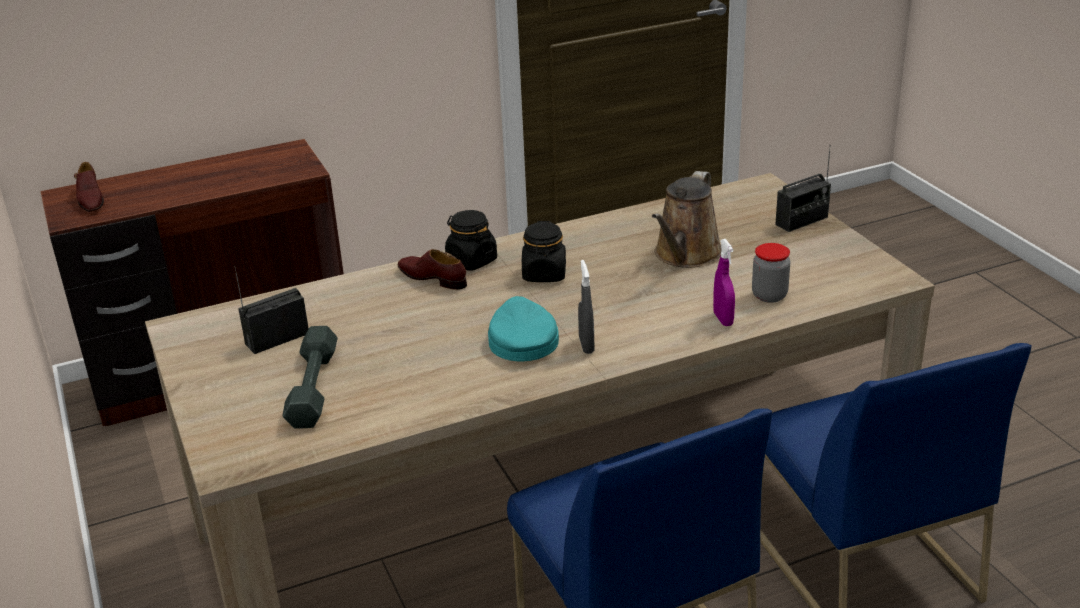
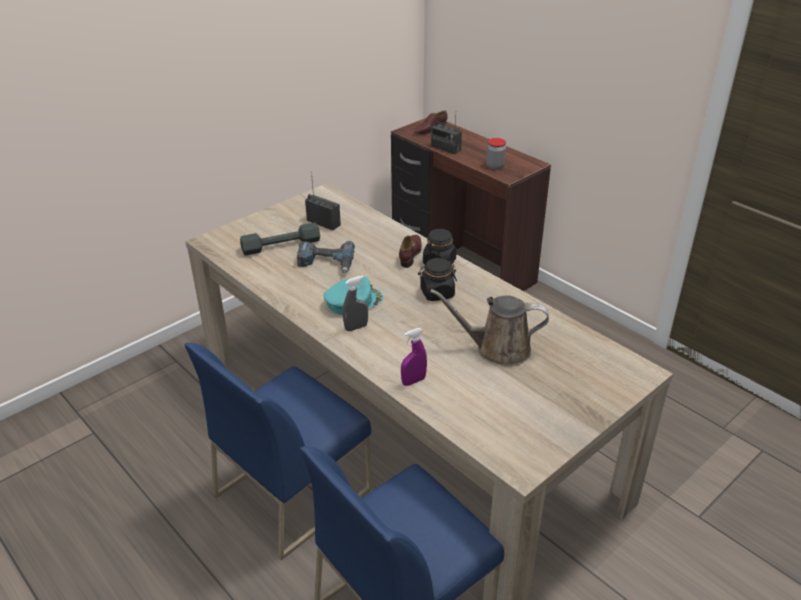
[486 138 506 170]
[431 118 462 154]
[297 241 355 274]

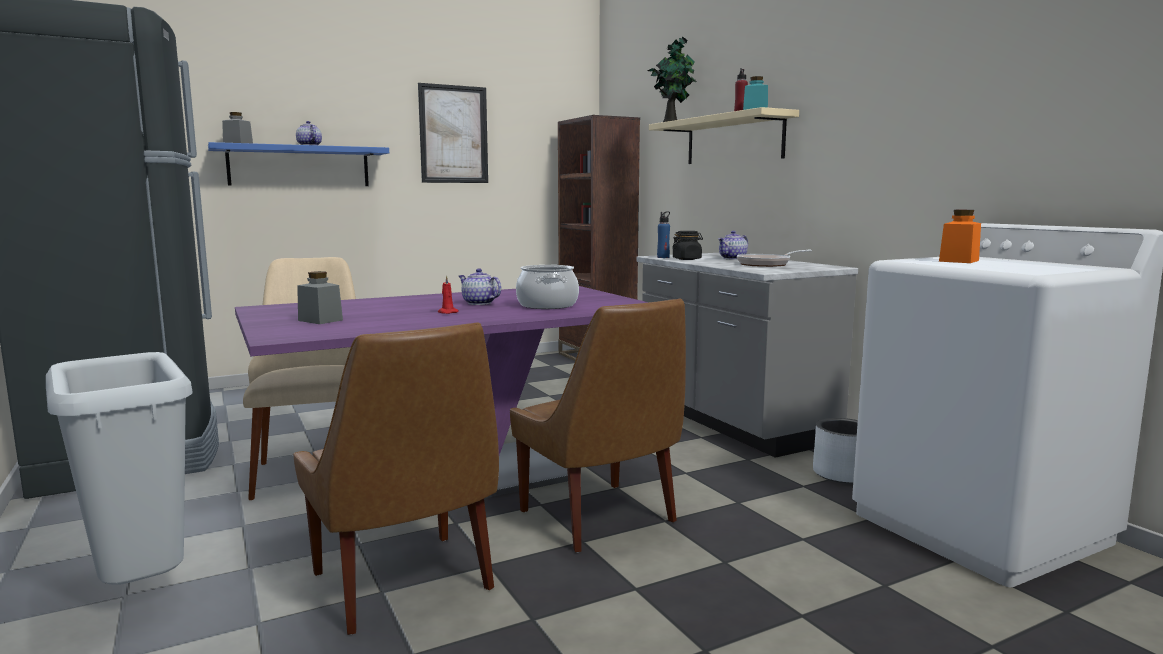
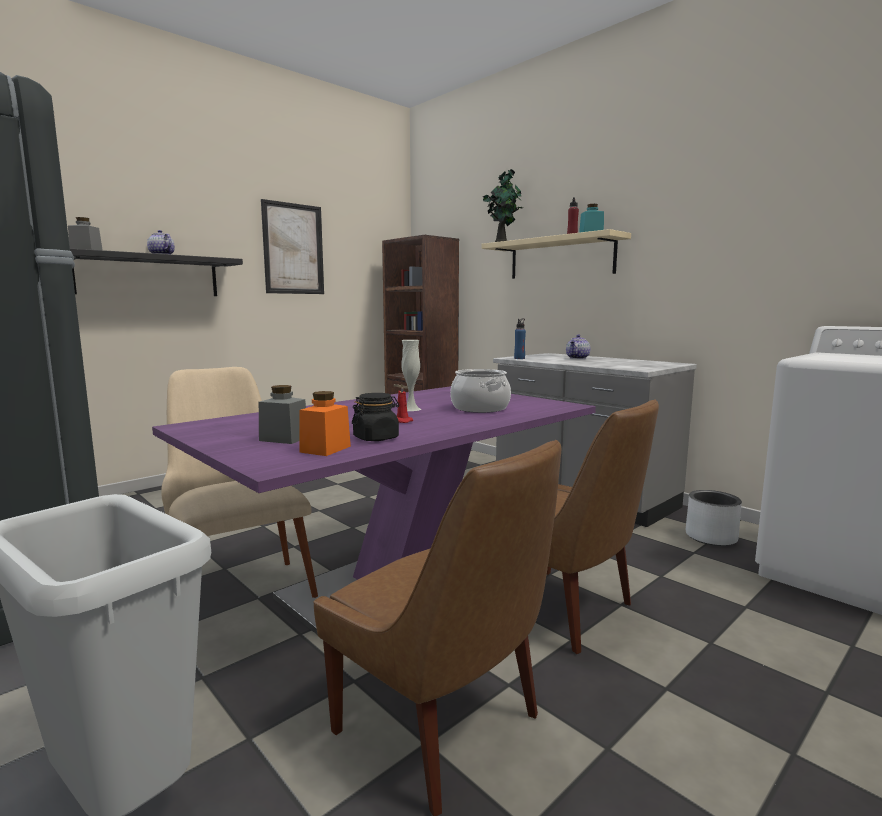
[70 248 243 296]
[401 340 421 411]
[352 393 399 441]
[737 250 812 267] (first image)
[299 391 351 456]

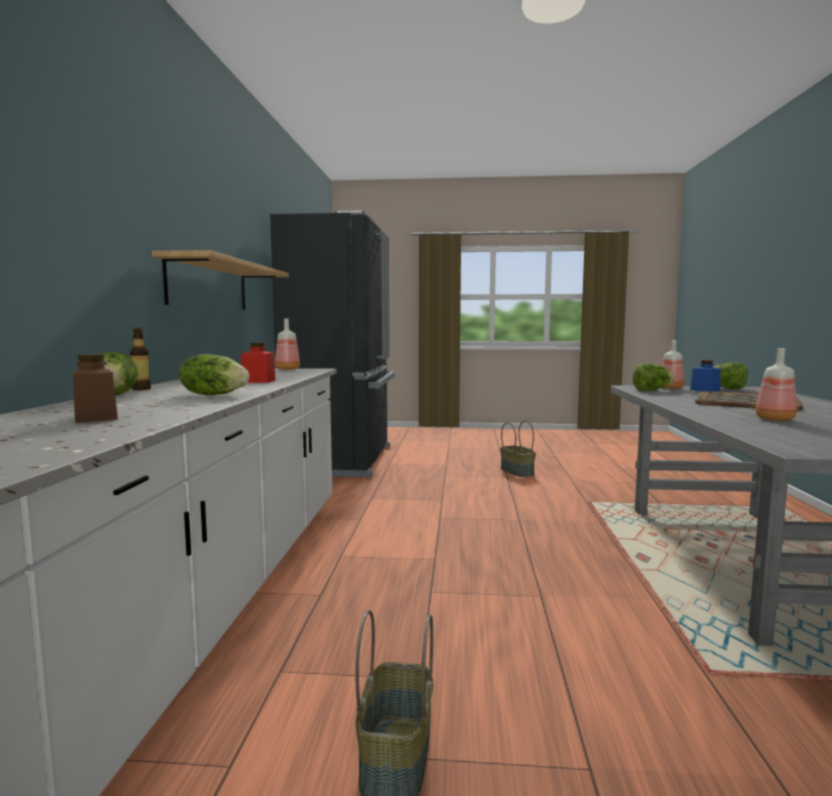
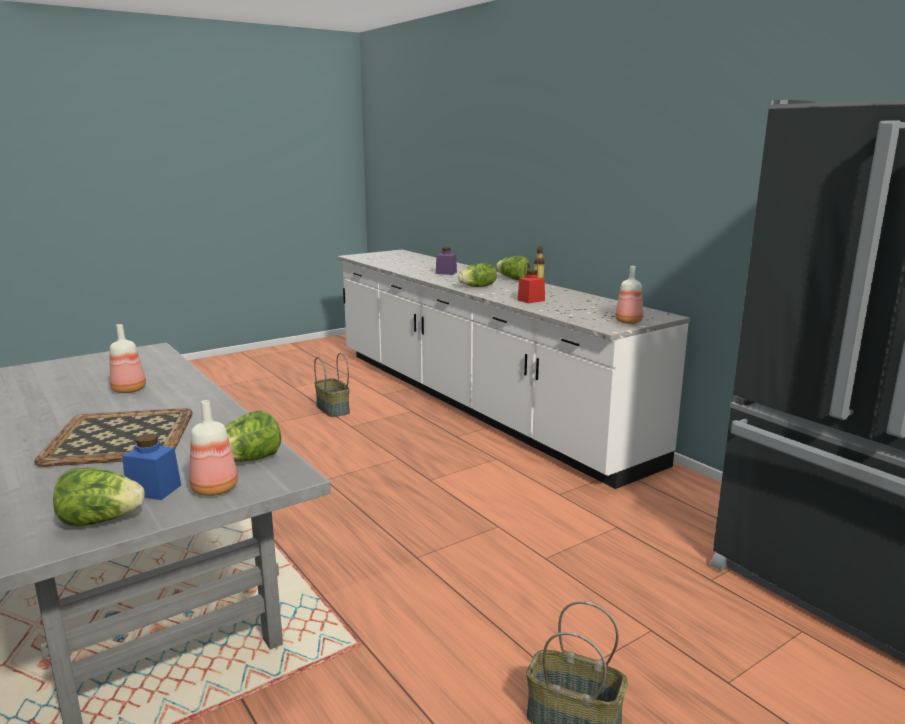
[436 247 457 275]
[152 250 289 310] (first image)

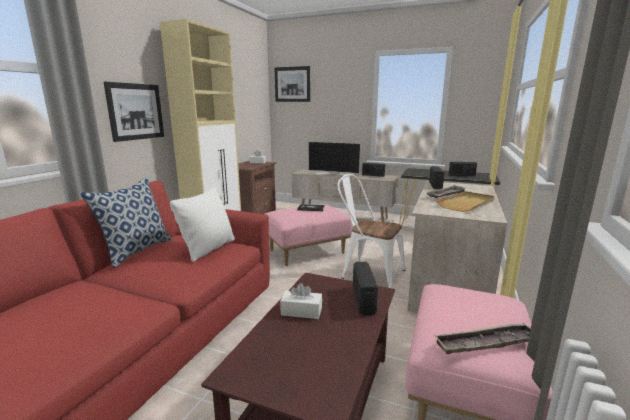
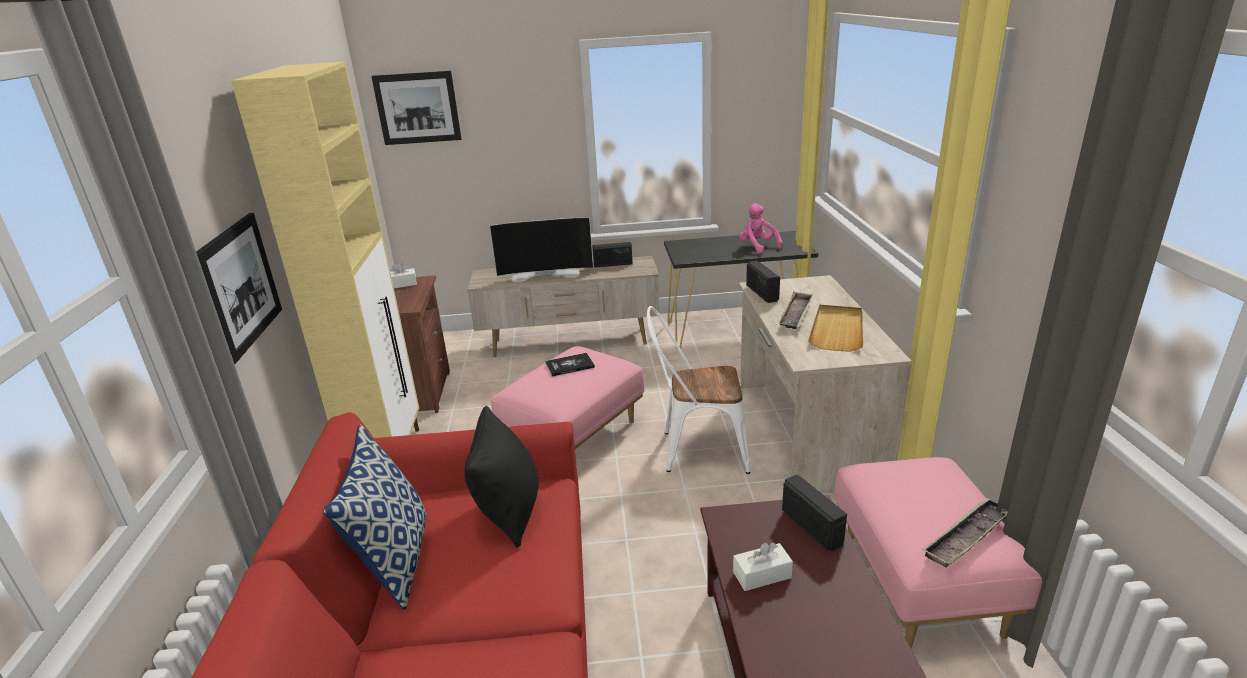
[464 406 538 548]
[739 203 783 253]

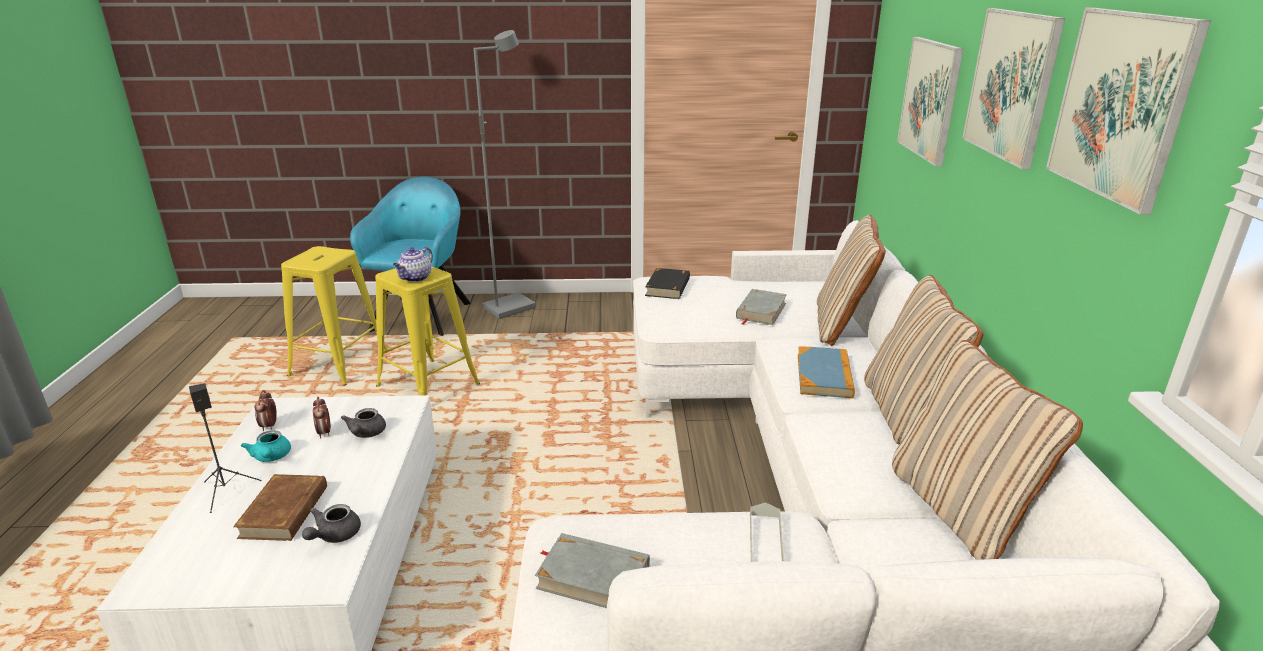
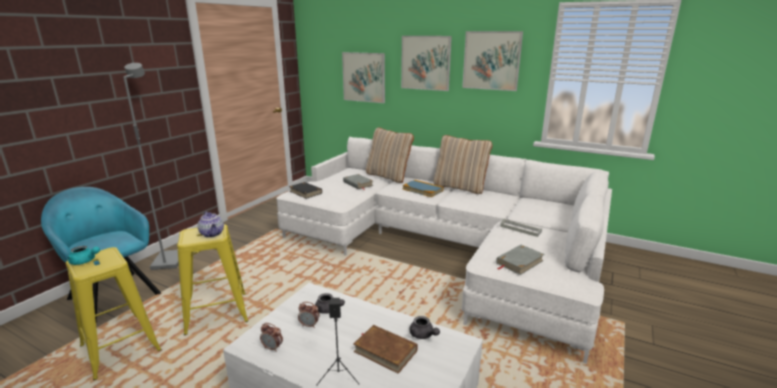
[67 246 100 265]
[892 340 1083 560] (first image)

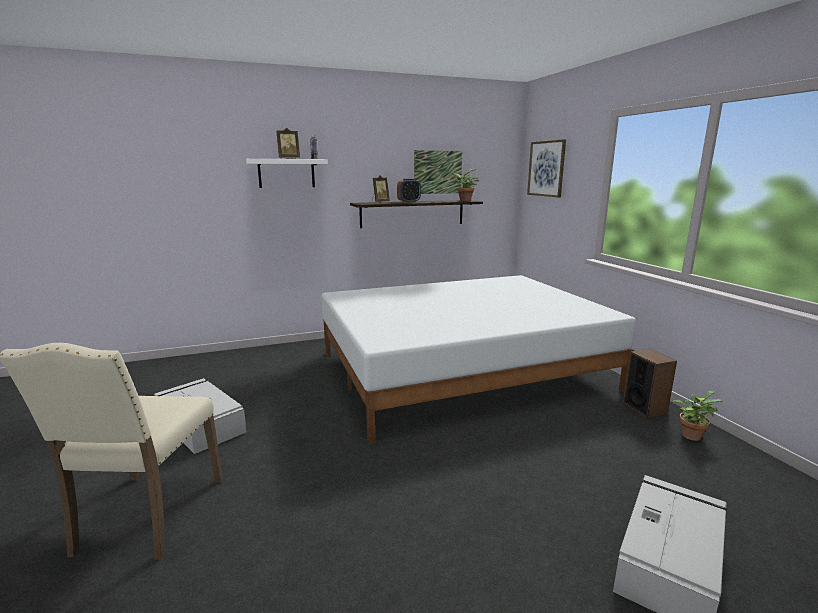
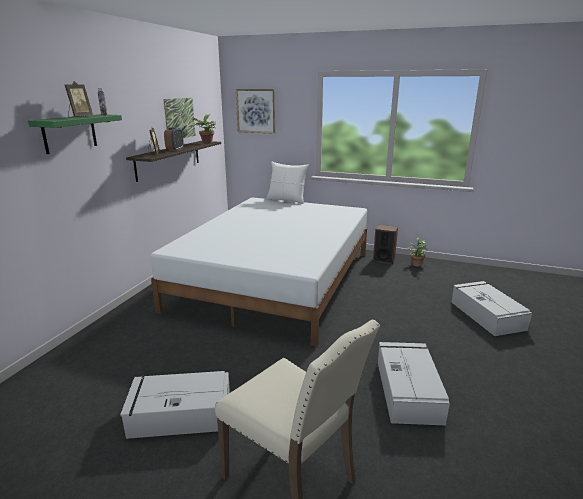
[28 114 122 154]
[266 162 309 204]
[378 342 450 426]

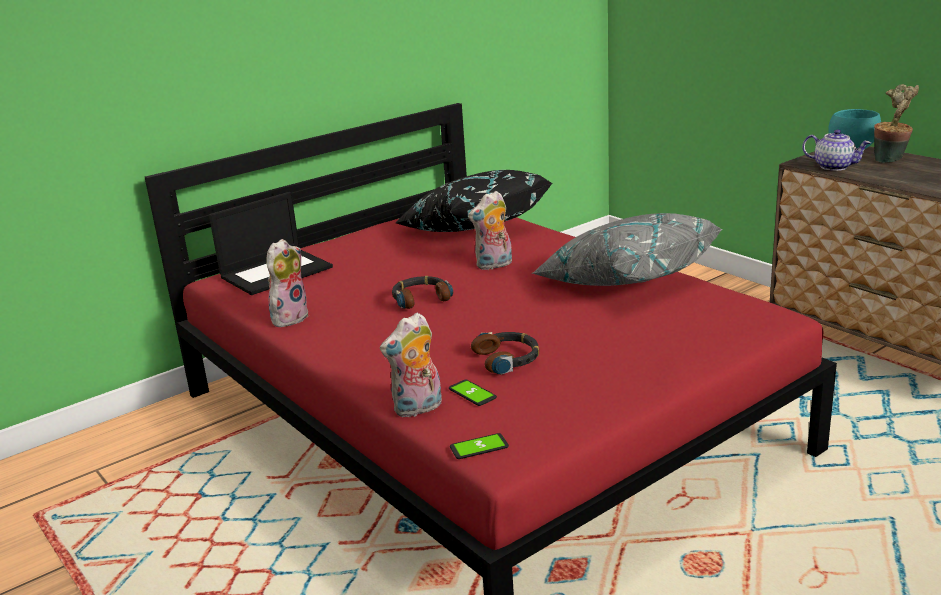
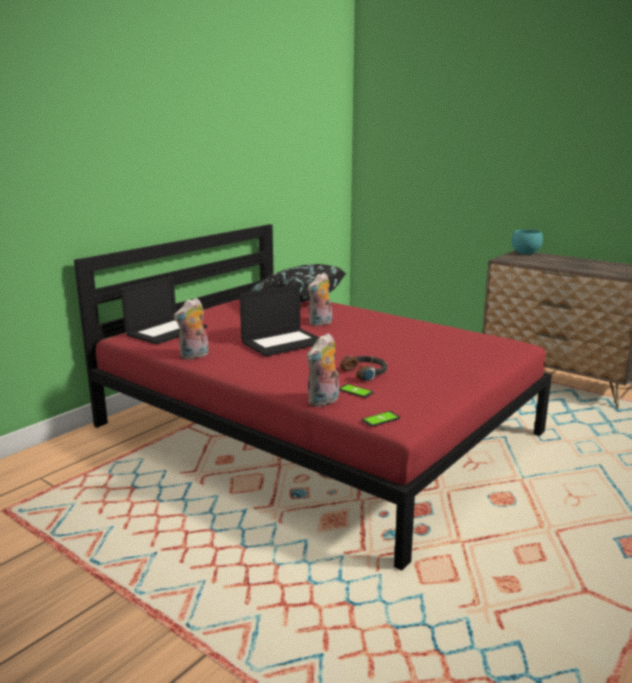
[174 298 209 360]
[240 284 319 356]
[532 213 722 286] (first image)
[802 130 871 171] (first image)
[874 84 919 163] (first image)

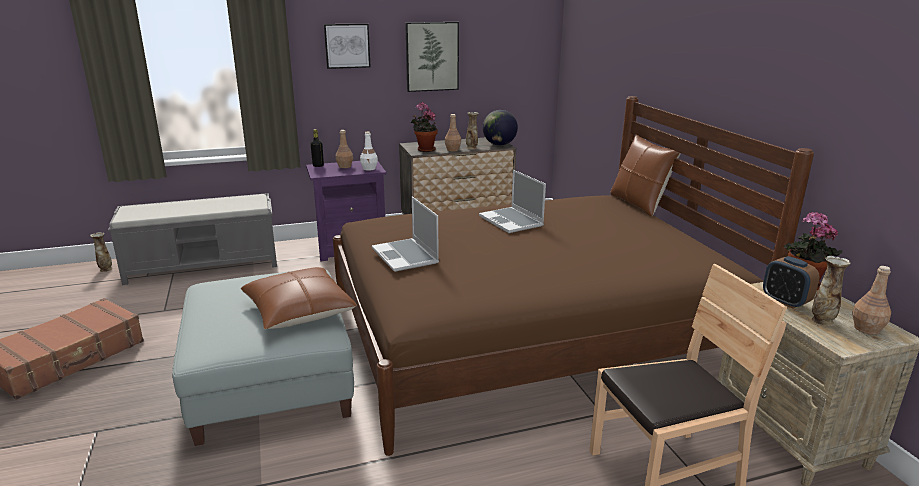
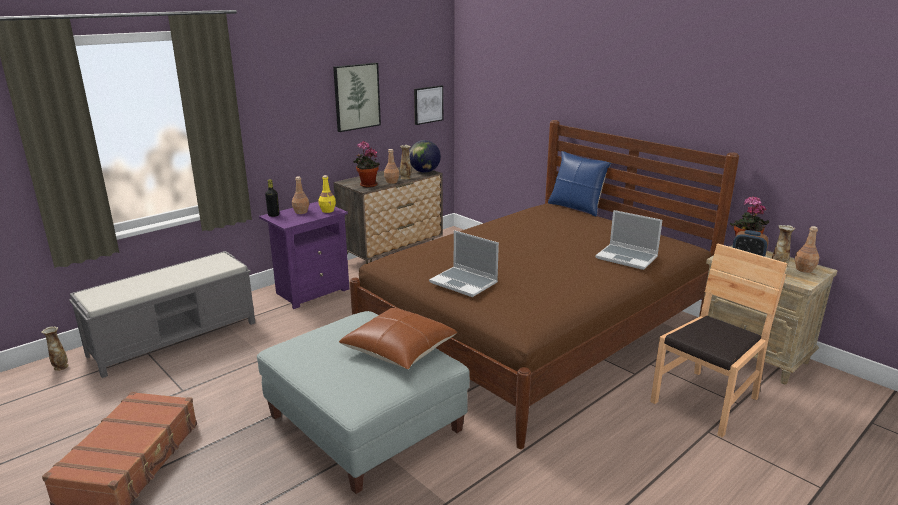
[414 85 443 125]
[319 175 336 213]
[595 210 662 270]
[548 151 611 216]

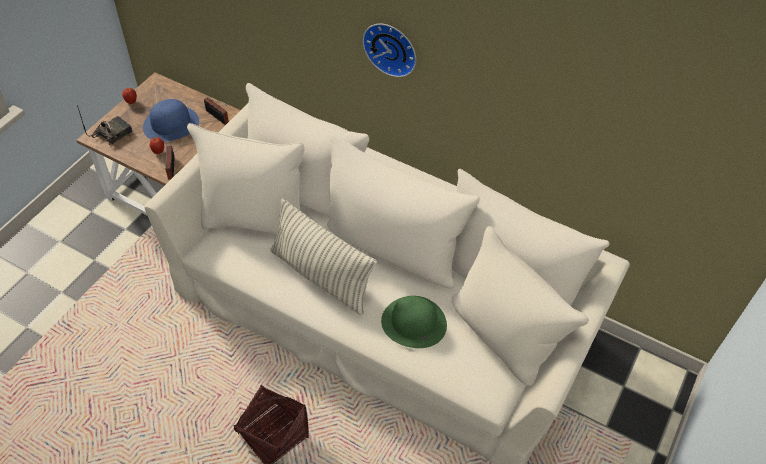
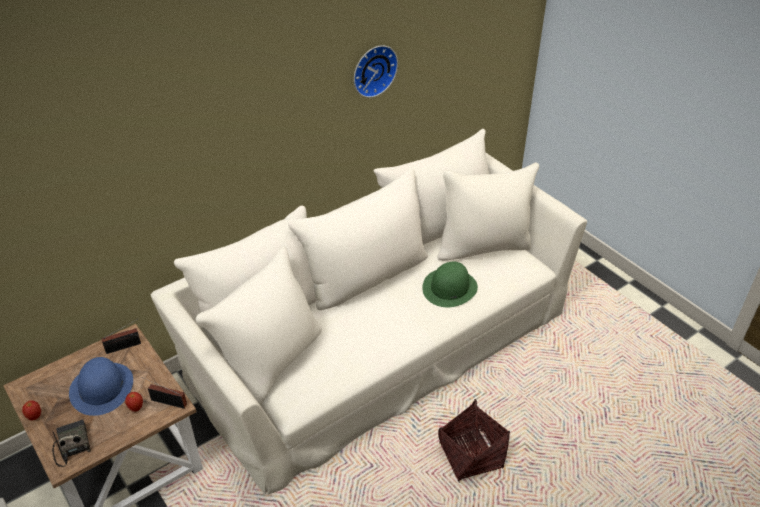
[270 198 377 315] (first image)
[354 45 398 98]

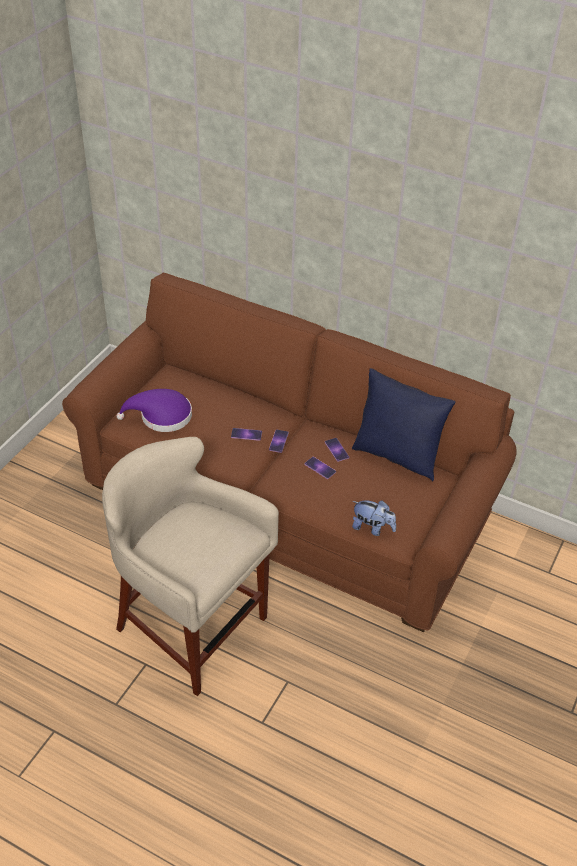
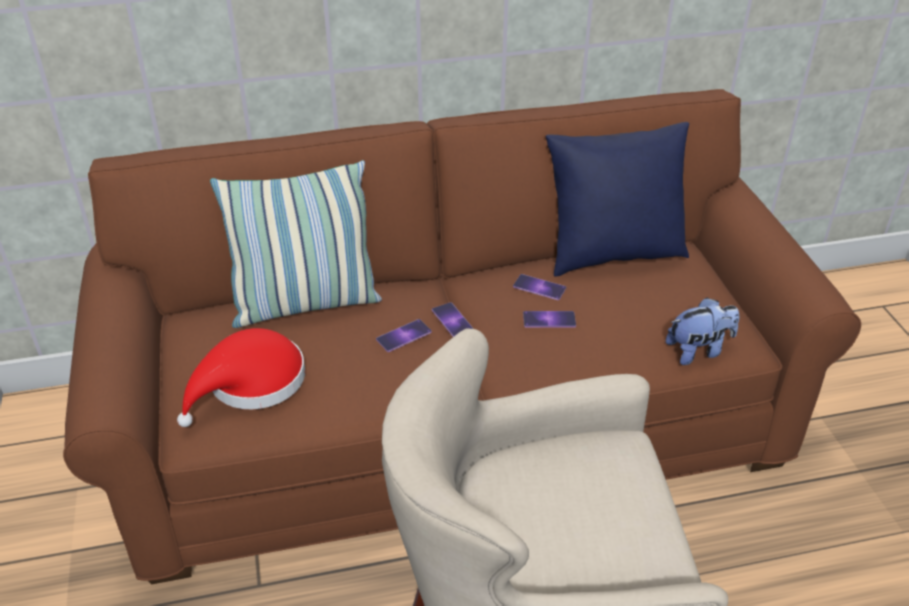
[177 328 305 427]
[210 160 382 328]

